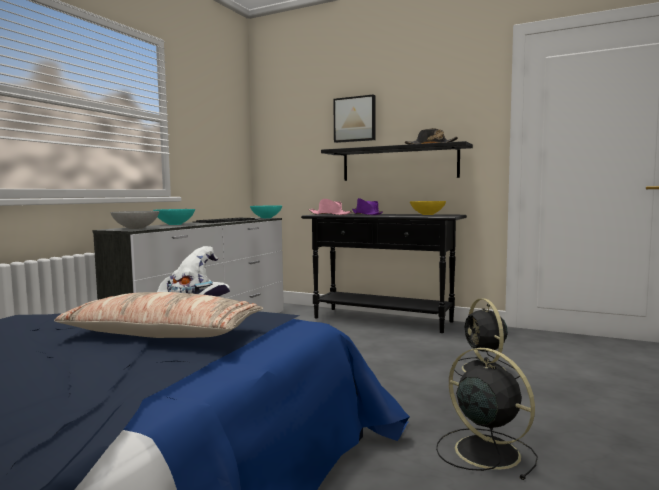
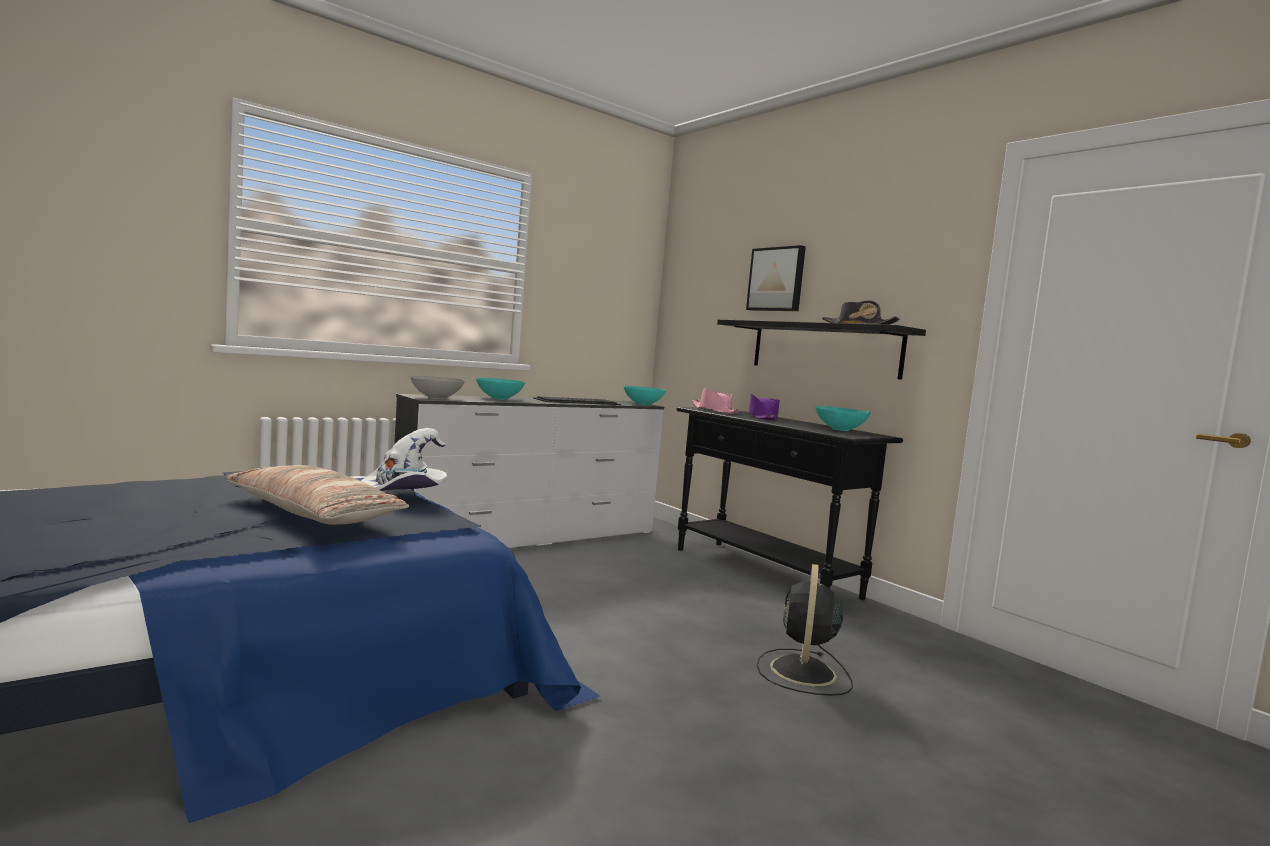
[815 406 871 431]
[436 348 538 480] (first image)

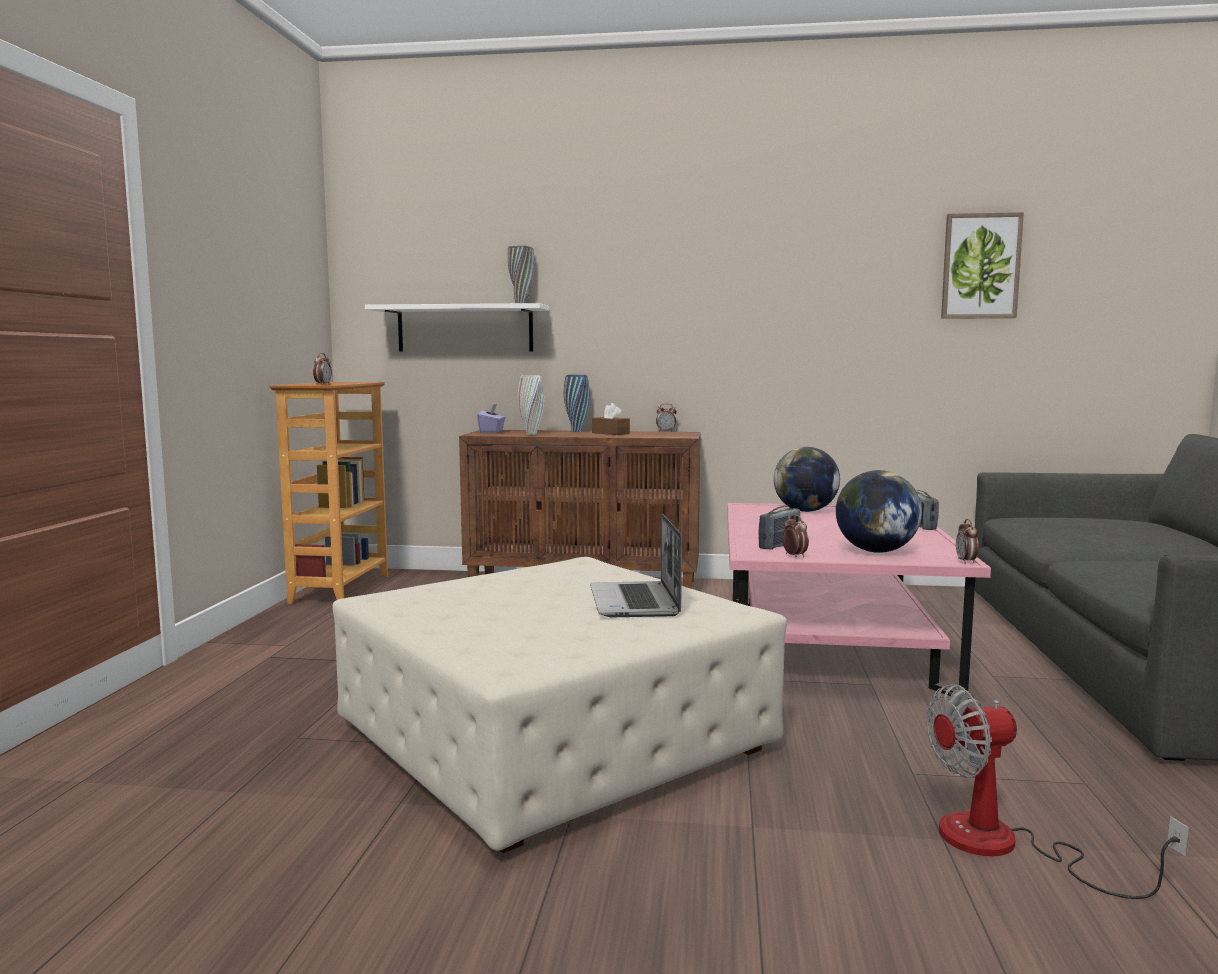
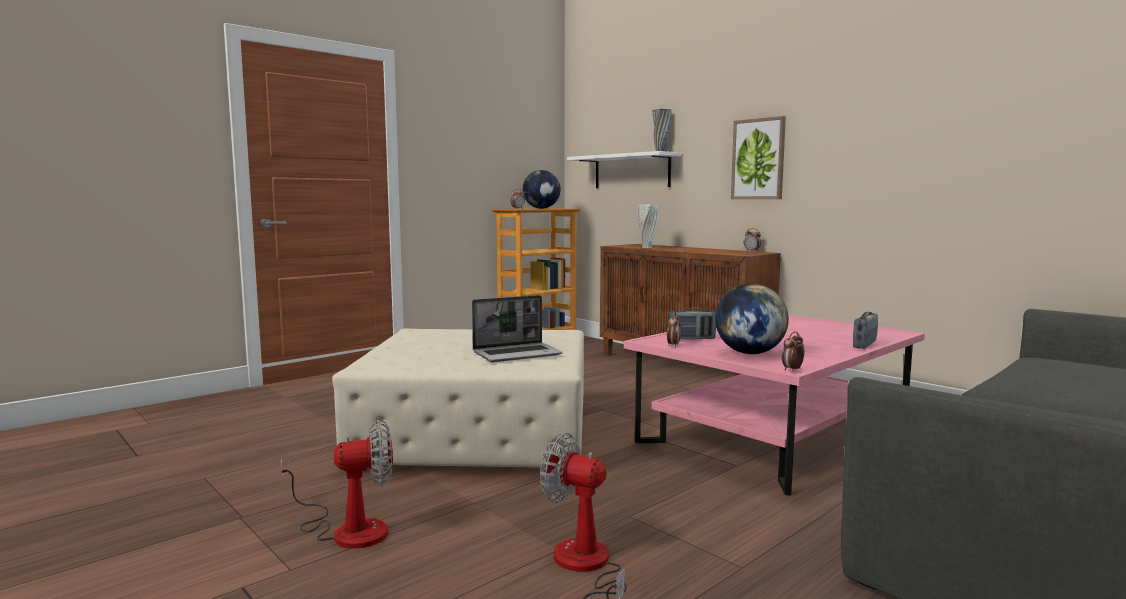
[477 404 506 433] (first image)
[564 375 590 432] (first image)
[472 295 563 362]
[592 403 630 435] (first image)
[522 170 561 209]
[731 116 786 199]
[280 420 393 549]

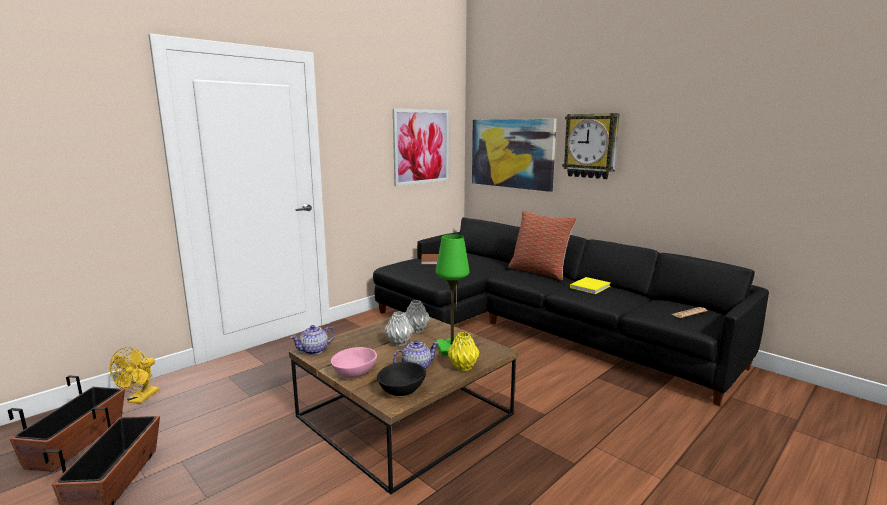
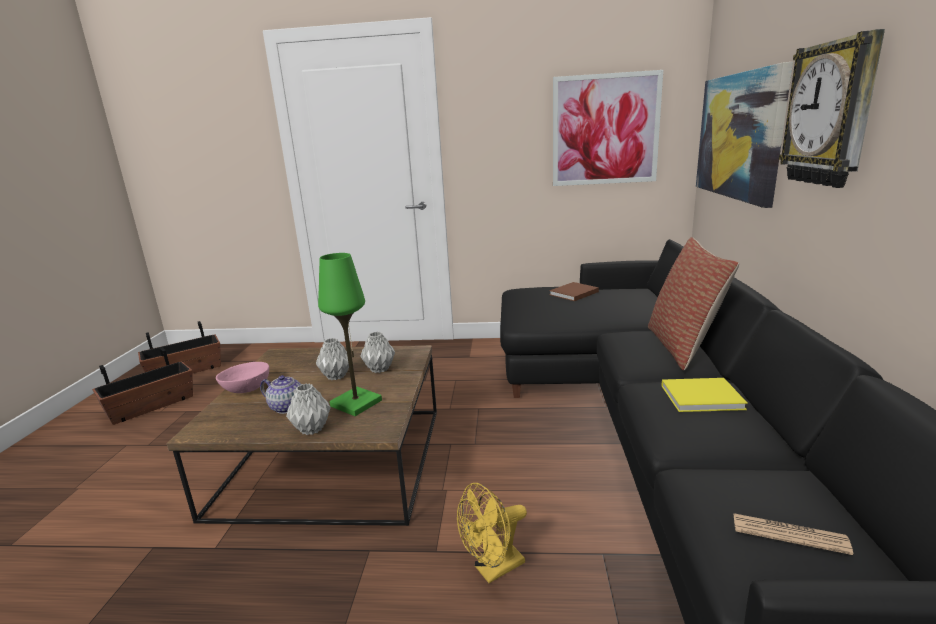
[457 483 527 583]
[290 325 335 355] (first image)
[377 362 426 396] (first image)
[286 383 331 435]

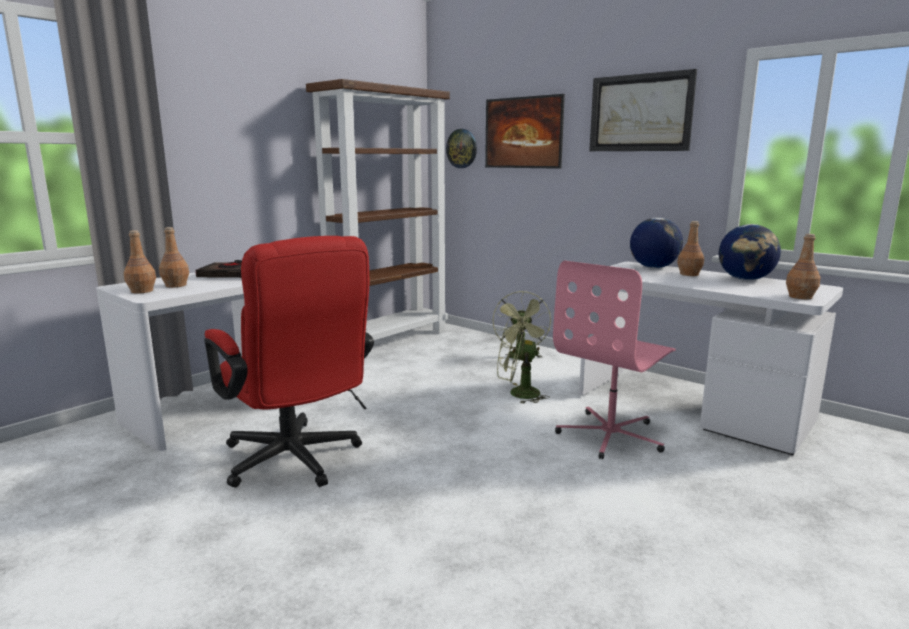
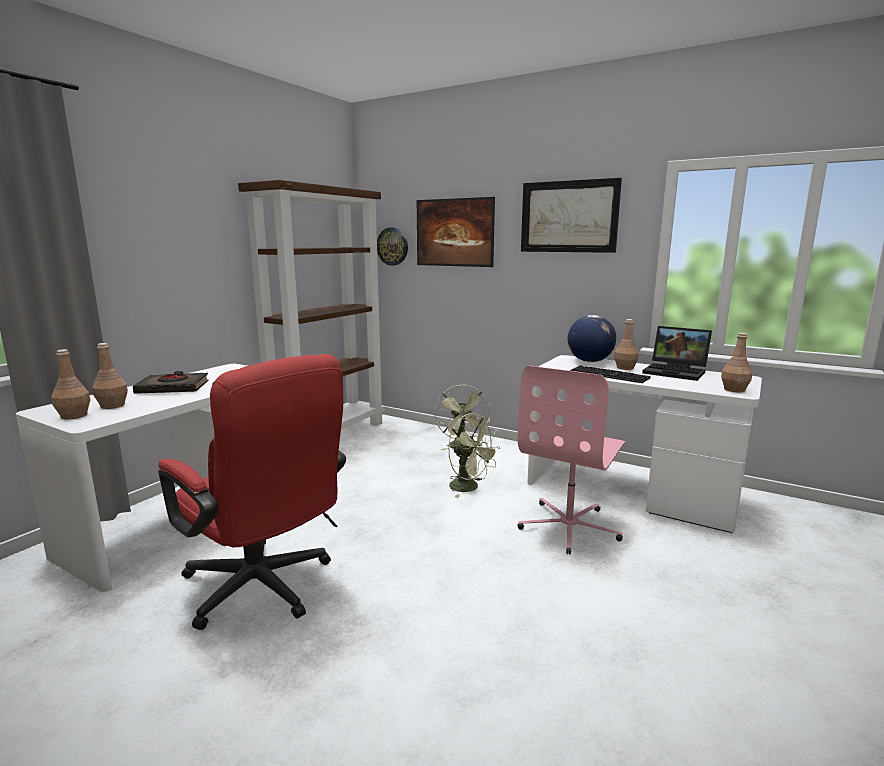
[448 413 500 498]
[642 326 712 381]
[569 365 651 383]

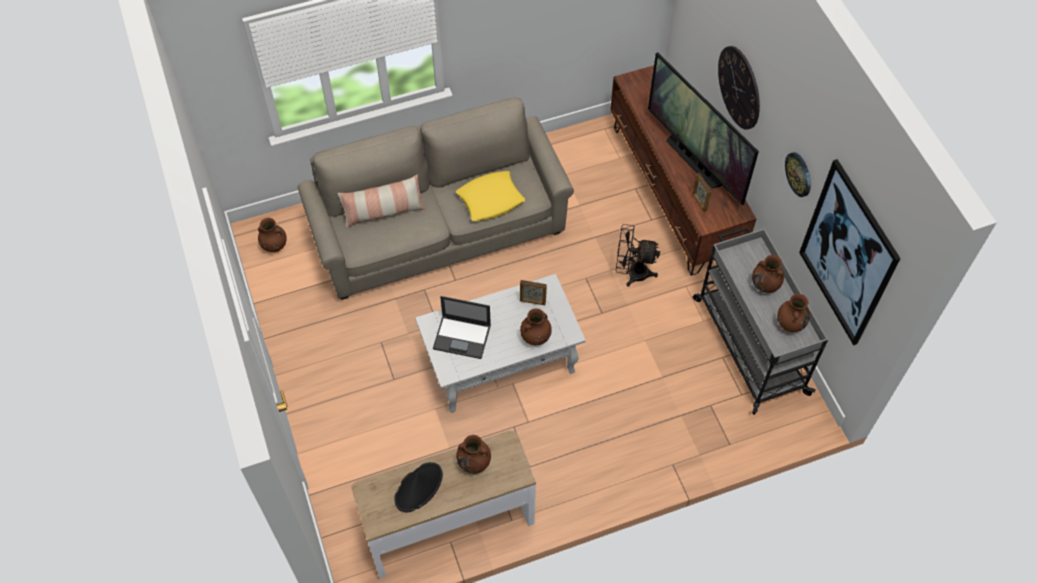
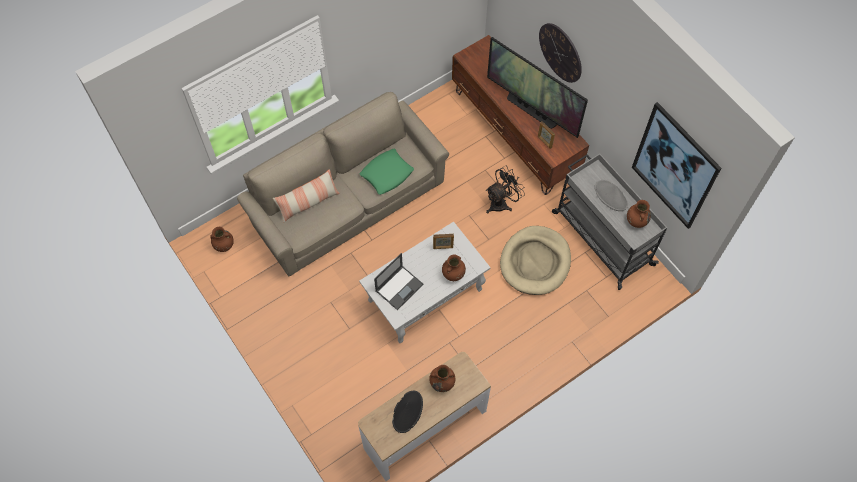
[374 253 423 310]
[360 149 414 195]
[486 165 525 213]
[594 180 628 211]
[785 152 811 197] (first image)
[500 226 571 295]

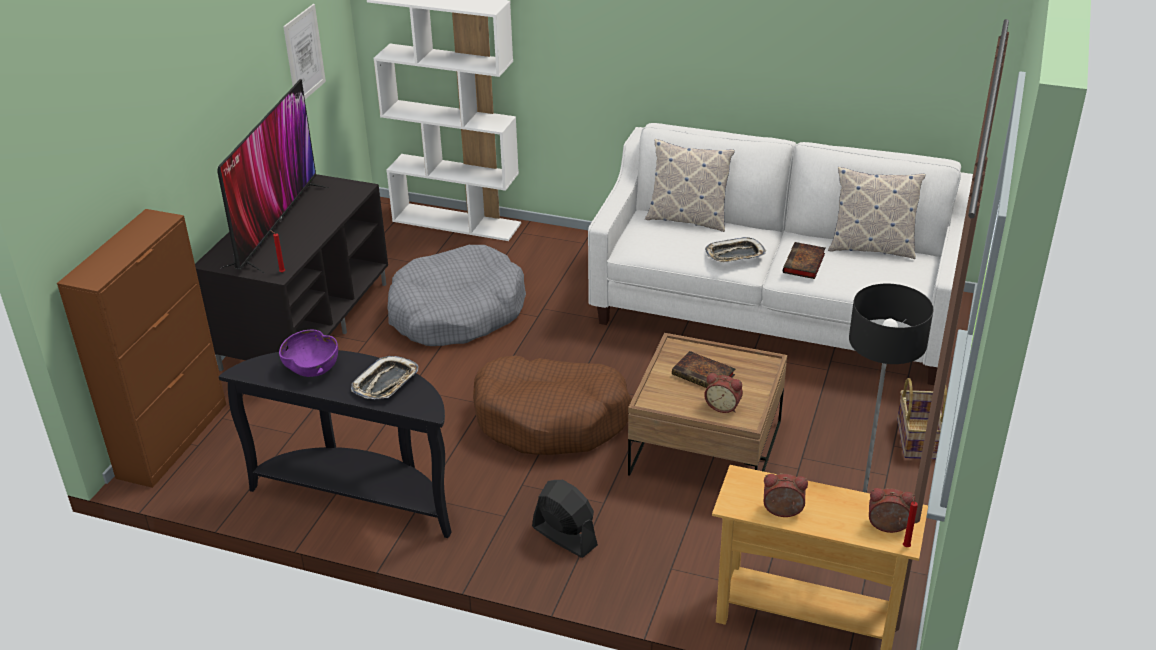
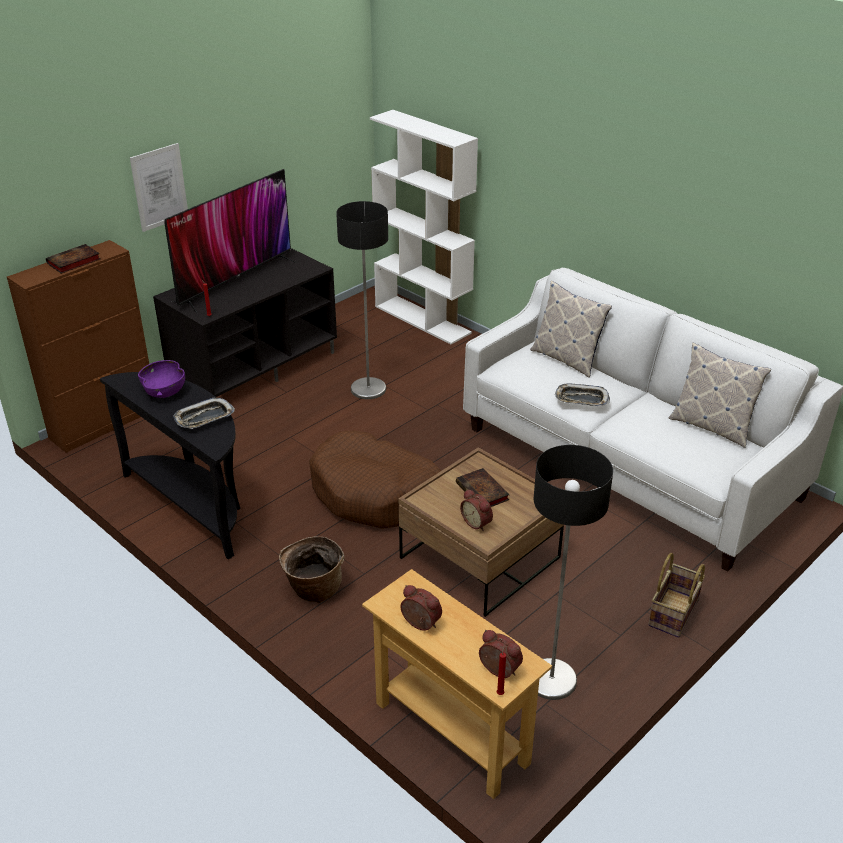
[130 143 188 232]
[336 201 388 399]
[279 536 344 603]
[46 244 100 274]

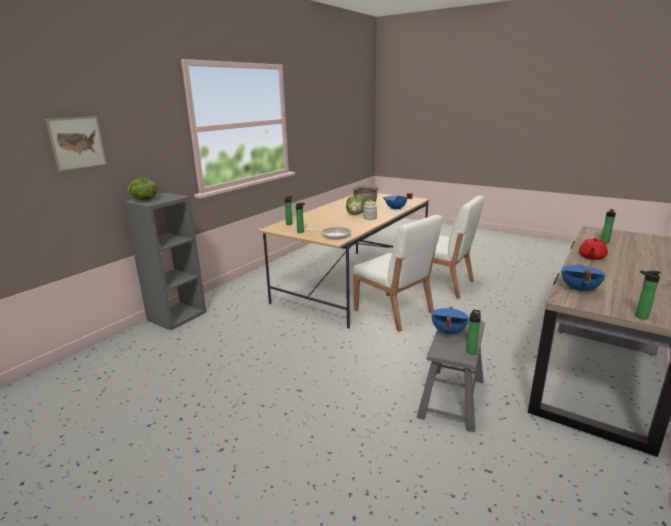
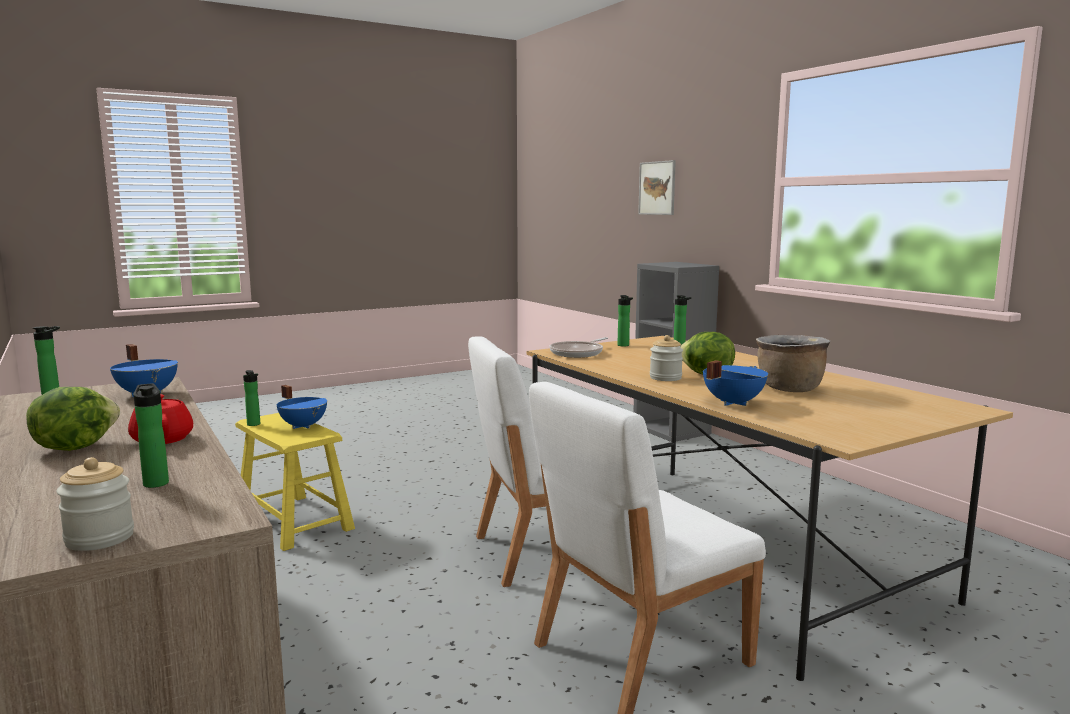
[26 387 120 451]
[235 413 355 551]
[56 457 134 551]

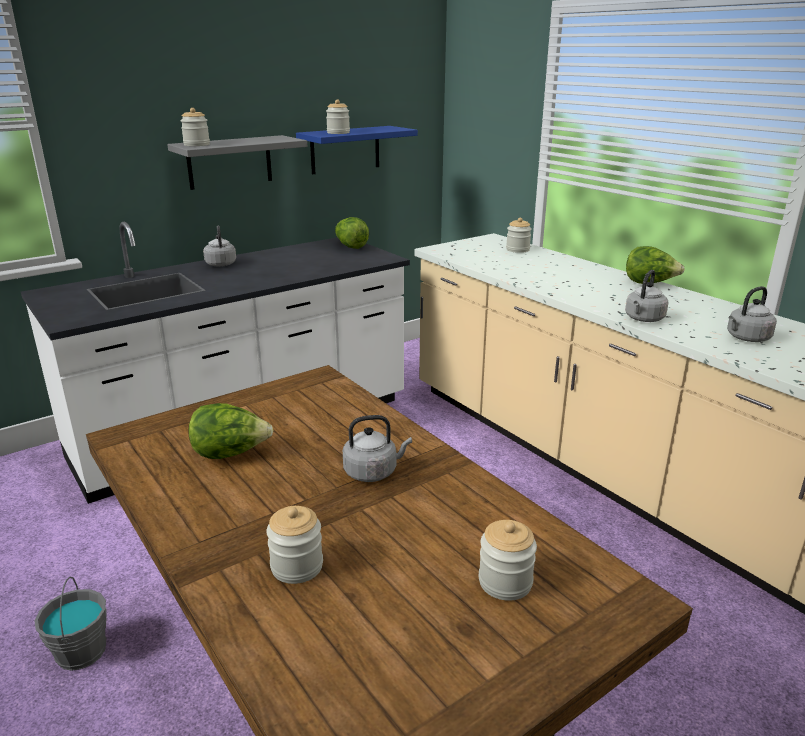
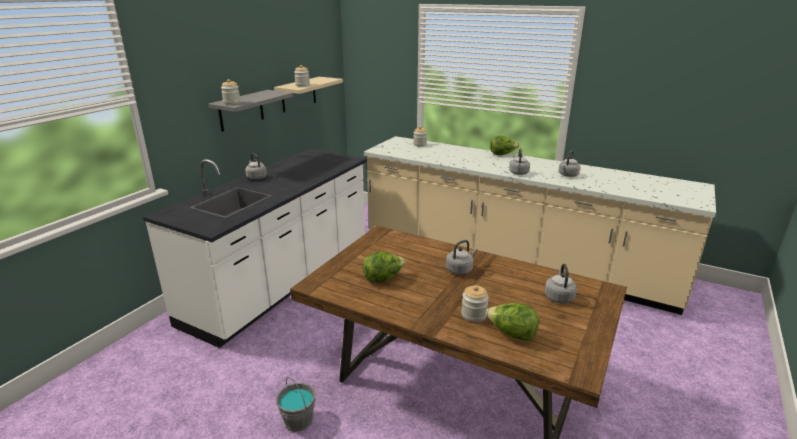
[274 77 343 112]
[486 303 539 341]
[545 264 577 303]

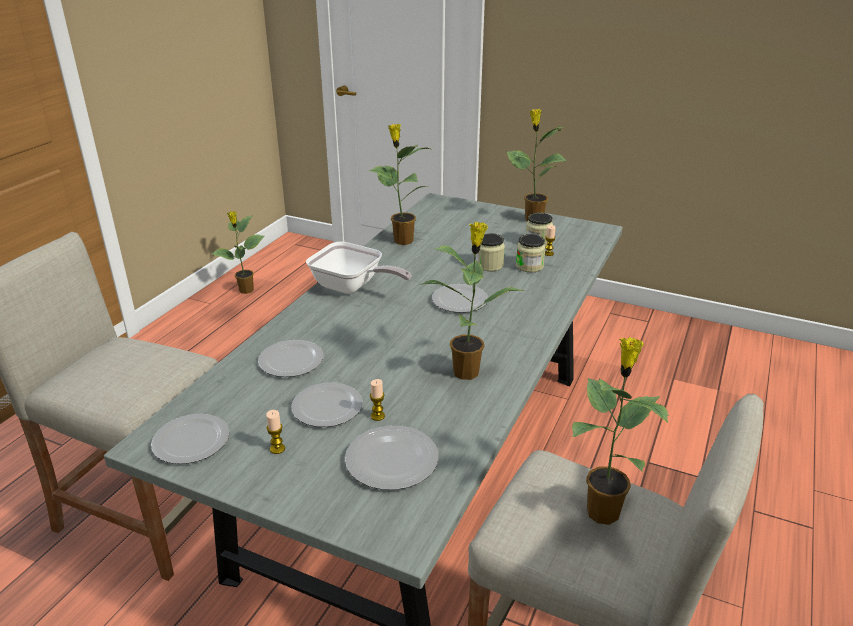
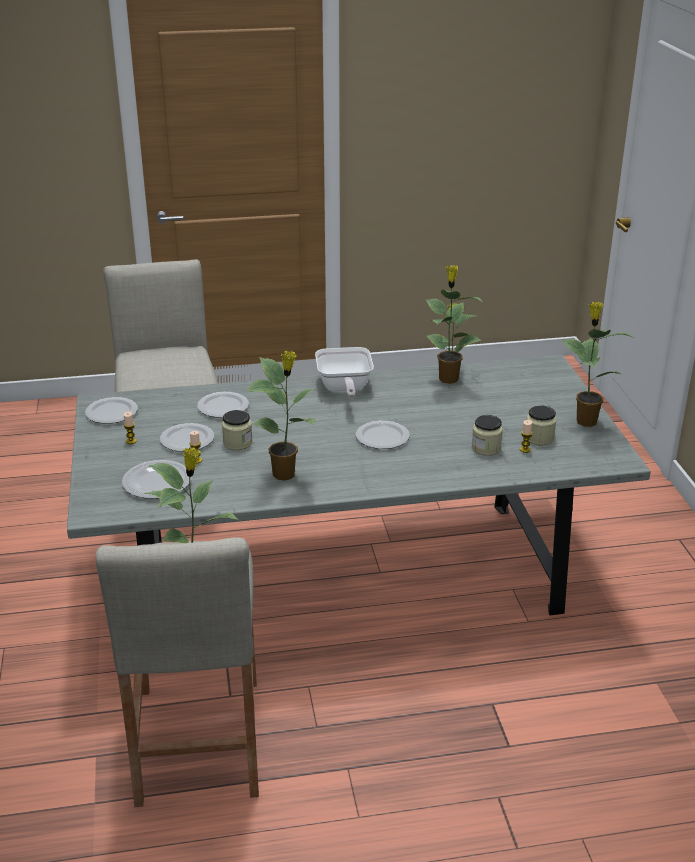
[222 410 253 450]

